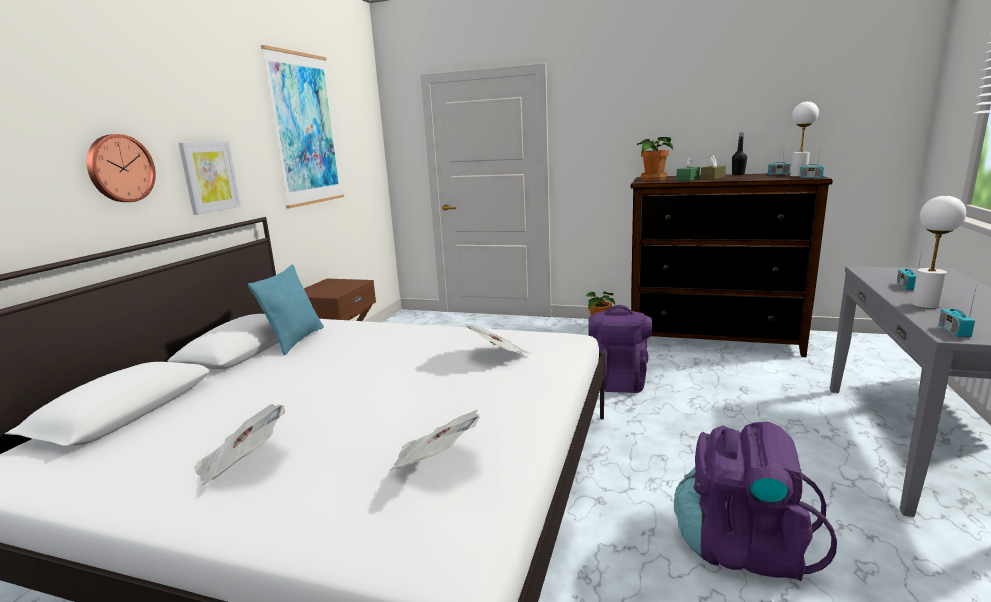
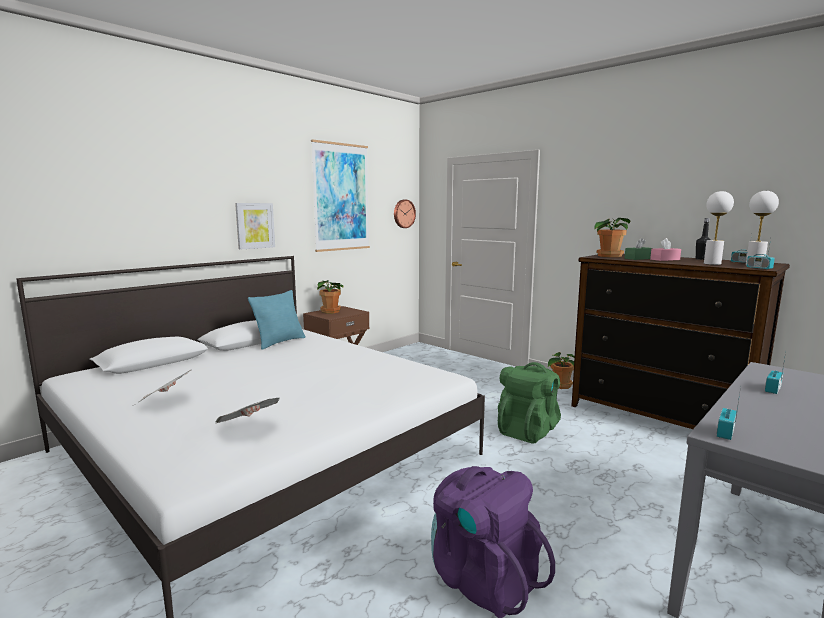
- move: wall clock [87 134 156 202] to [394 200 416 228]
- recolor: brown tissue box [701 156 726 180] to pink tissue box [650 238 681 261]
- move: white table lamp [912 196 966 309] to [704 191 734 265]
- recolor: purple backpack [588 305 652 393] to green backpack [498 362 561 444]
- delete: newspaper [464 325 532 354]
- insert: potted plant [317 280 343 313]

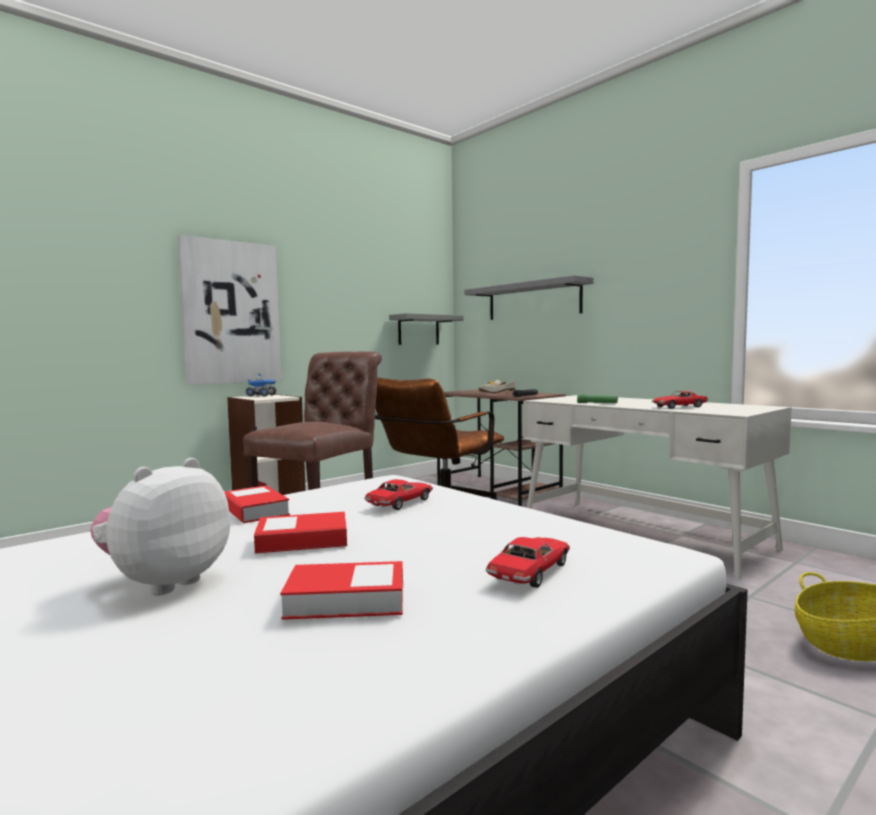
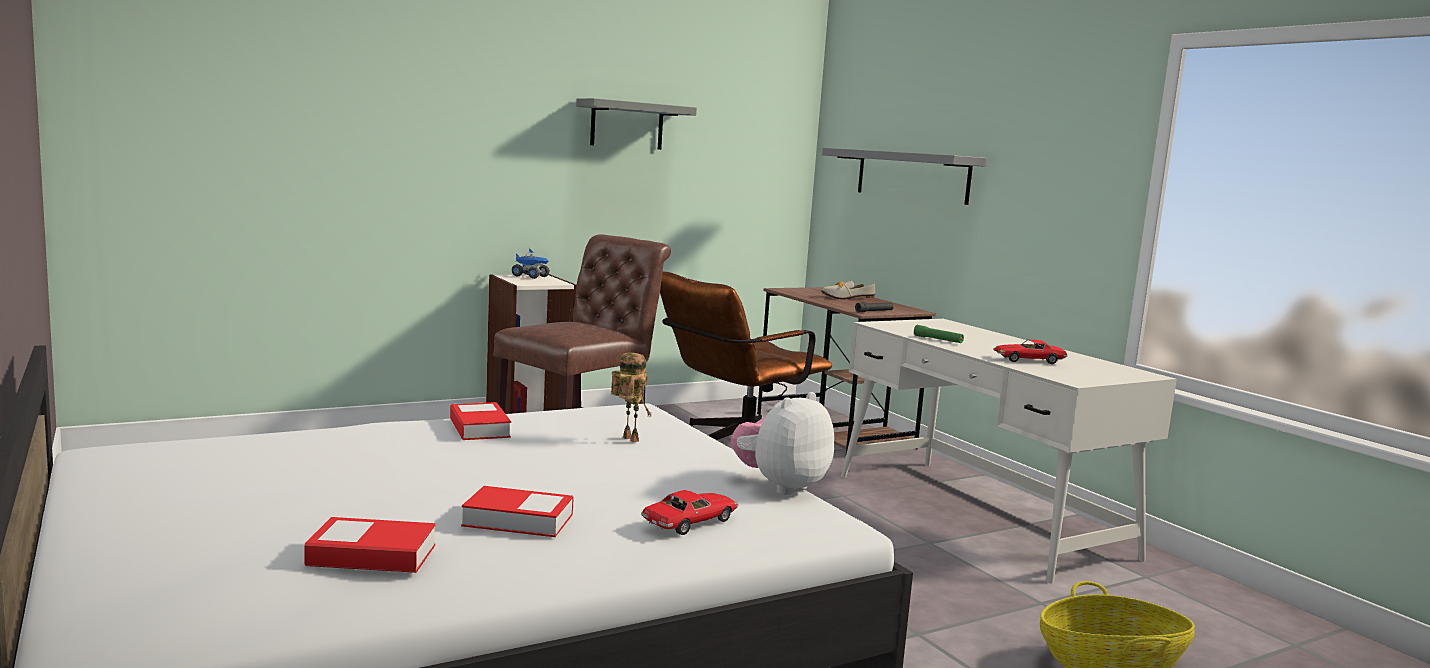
- delete: picture [178 235 281 385]
- move: grey shelf [389 313 464 345] to [576 98 697 150]
- move: plush toy [90 458 230 595] to [731 392 834 495]
- replace: toy car [365 479 433 510] to toy robot [611 353 652 442]
- move: book [254 512 347 553] to [304 517 436 573]

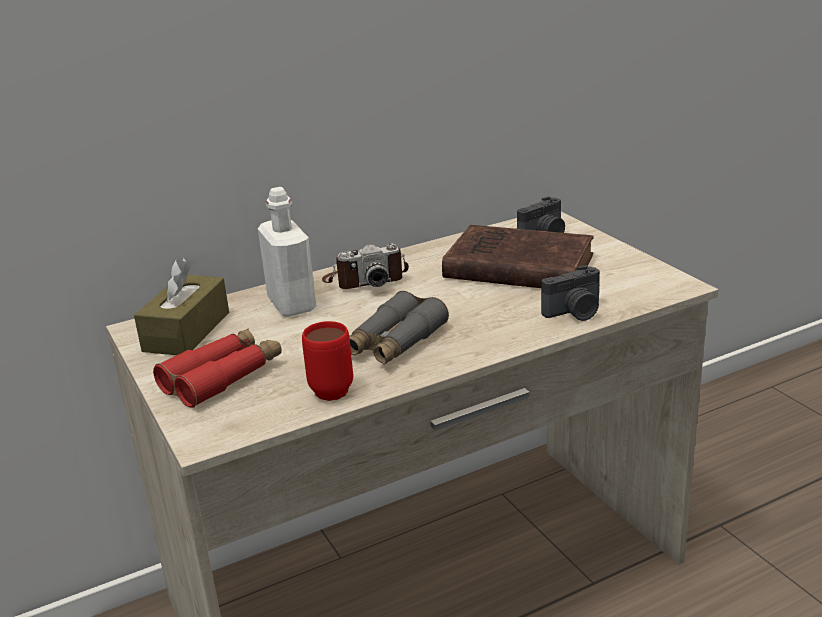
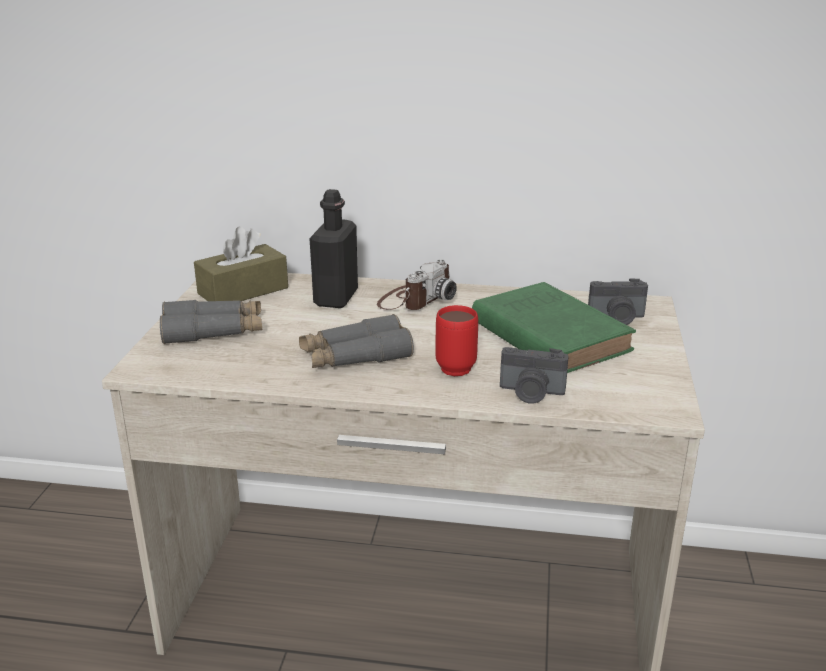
- recolor: white bottle [258 187 316 317] to black bottle [309 189 358 308]
- recolor: brown book [442 225 594 288] to green book [472 282 636 373]
- rotate: photo camera [322 244 409 289] = [377 259 457 310] 75 degrees counterclockwise
- move: red mug [302 321 353 401] to [435 305 478 376]
- recolor: red binoculars [153 328 282 408] to grey binoculars [160 300 262 344]

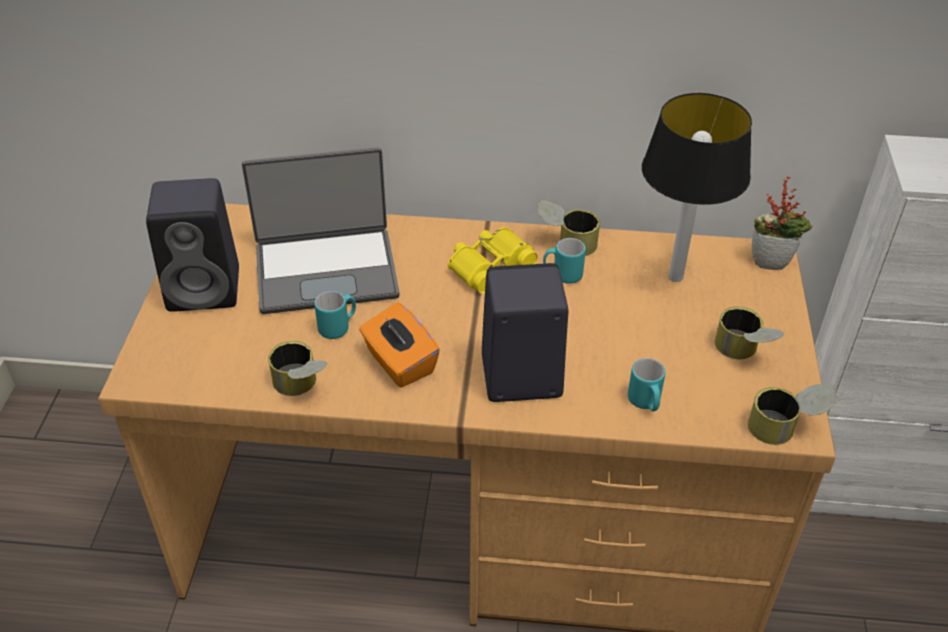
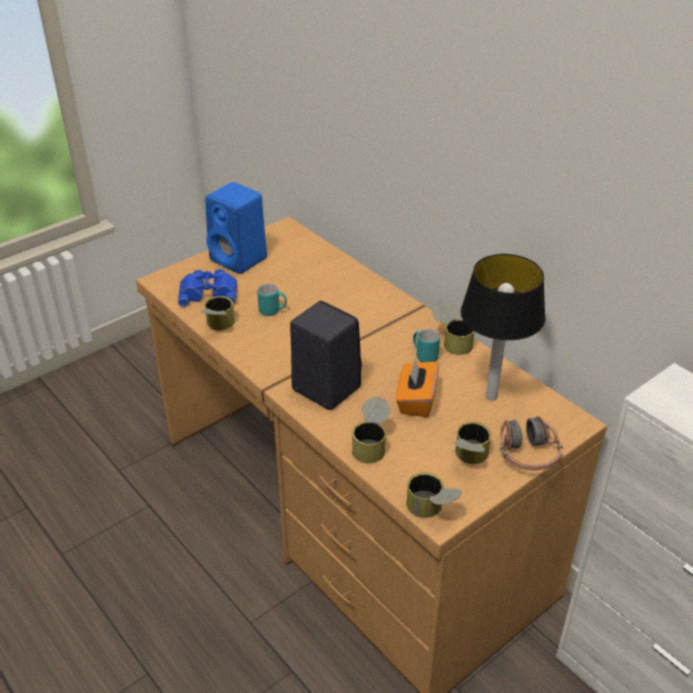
- delete: laptop [242 147 400 314]
- delete: potted plant [752 176 813 270]
- recolor: black speaker [146 178 239 312] to blue speaker [205 182 267 274]
- delete: yellow binoculars [448 227 538 293]
- move: orange tissue box [359 302 440 388] to [396 358 439 417]
- replace: turquoise mug [628 358 665 411] to can [352 397 390 464]
- insert: blue binoculars [178 269 237 307]
- insert: headphones [500 416 563 471]

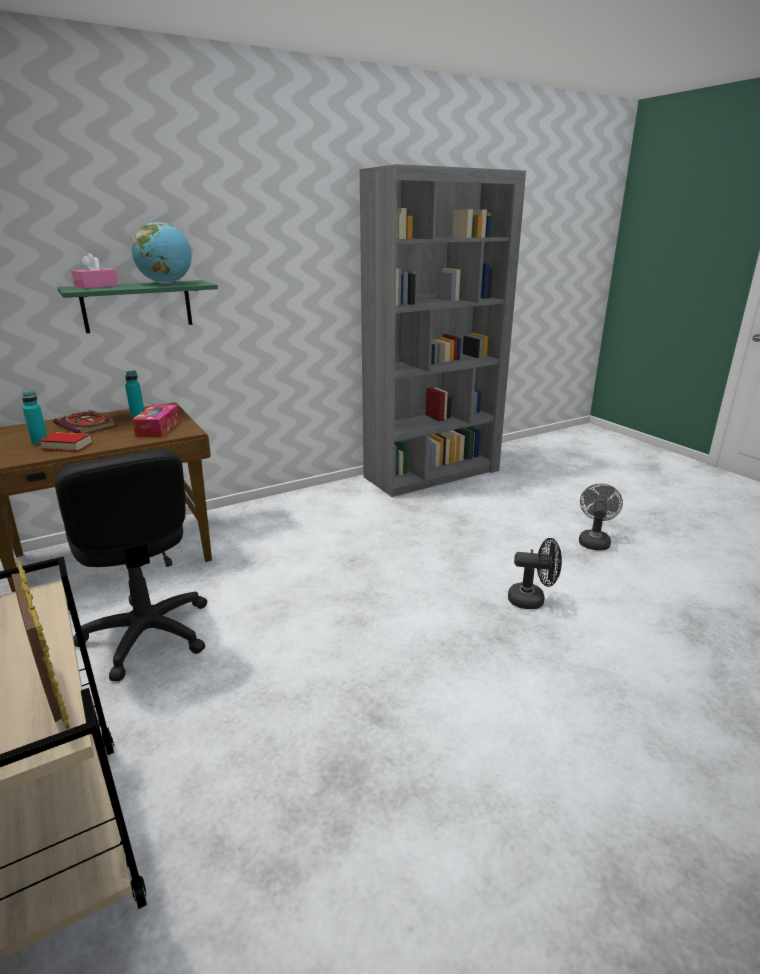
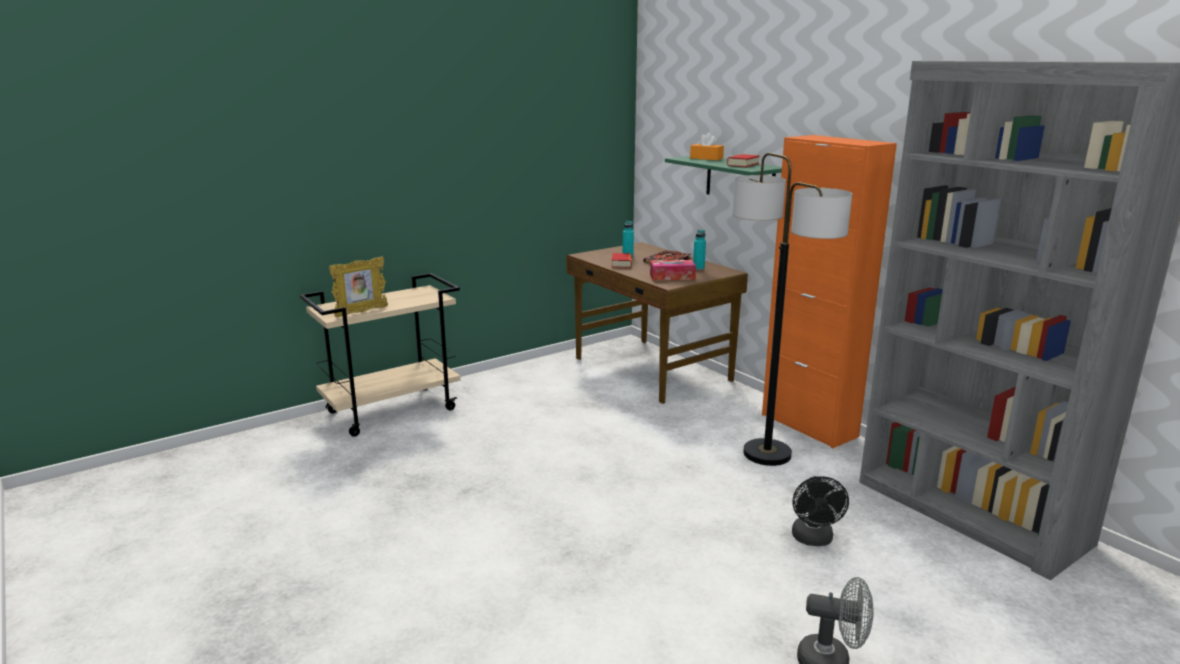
- replace: globe [131 222 192 284] to book [727 154 760 167]
- recolor: pink tissue box [71 253 118 289] to orange tissue box [690 133 724 160]
- delete: black office chair [55 448 207 681]
- move: black fan [508 538 562 609] to [792 476 849 546]
- insert: orange cabinet [762 135 897 449]
- insert: floor lamp [732 153 852 466]

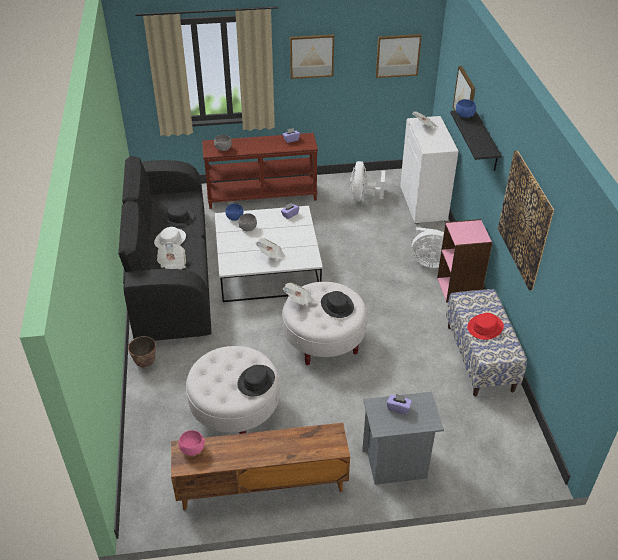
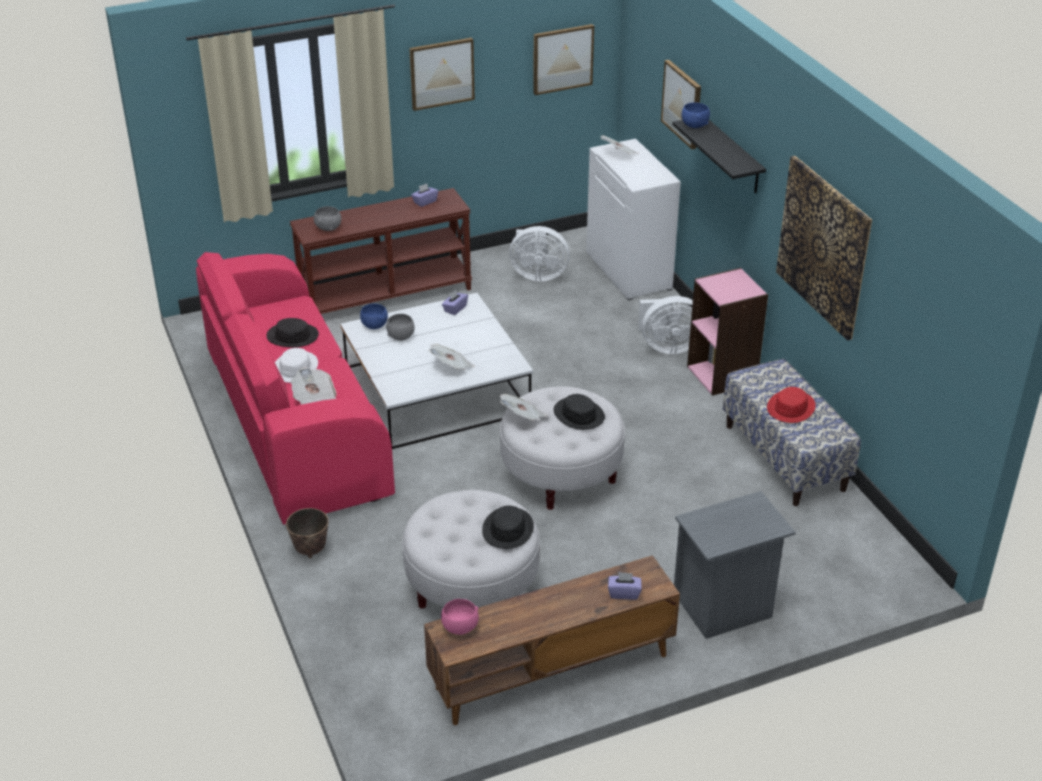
- recolor: black sofa [118 156 212 341] to pink sofa [196 252 395 525]
- rotate: white fan [350 161 385 201] = [509 226 570 281] 75 degrees counterclockwise
- move: purple tissue box [387 394 412 415] to [608 572 642 600]

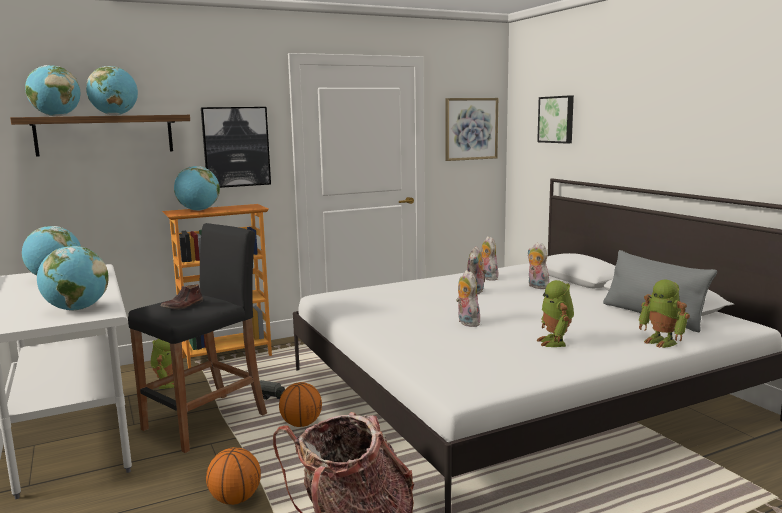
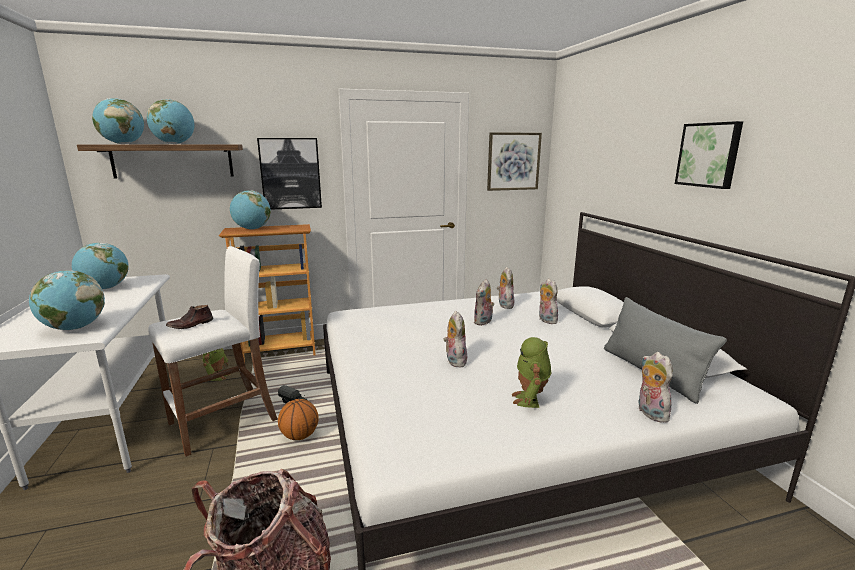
- move: picture [537 95 574 143] to [675 121 743 189]
- recolor: black stool [128 223 267 453] to white stool [148 246 278 457]
- replace: toy robot [638 280 690 348] to plush toy [638 352 673 423]
- delete: basketball [206 447 261 505]

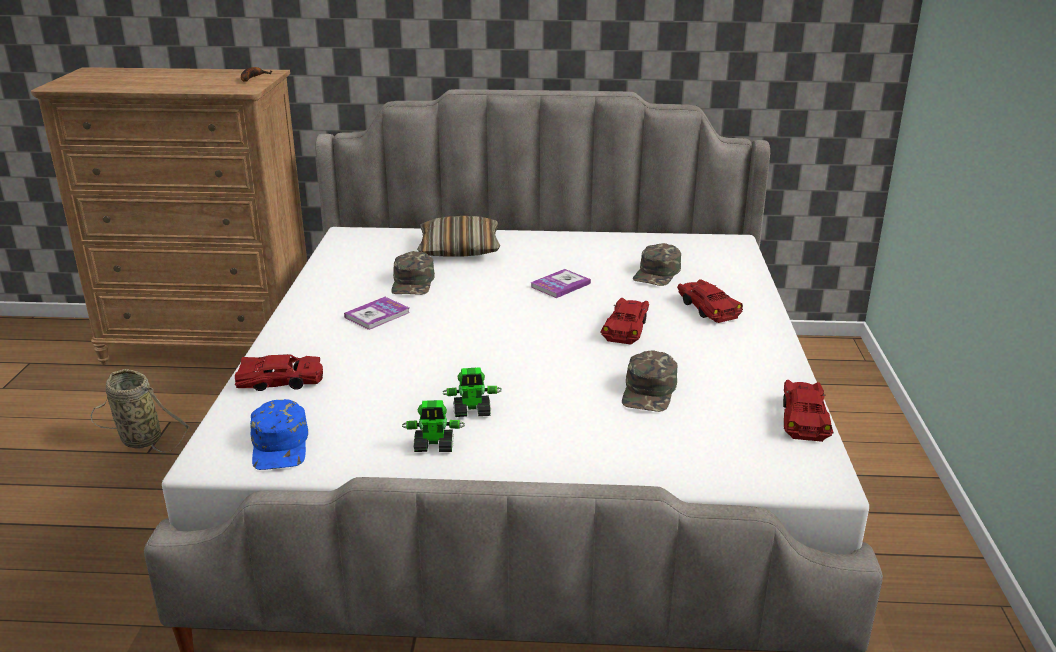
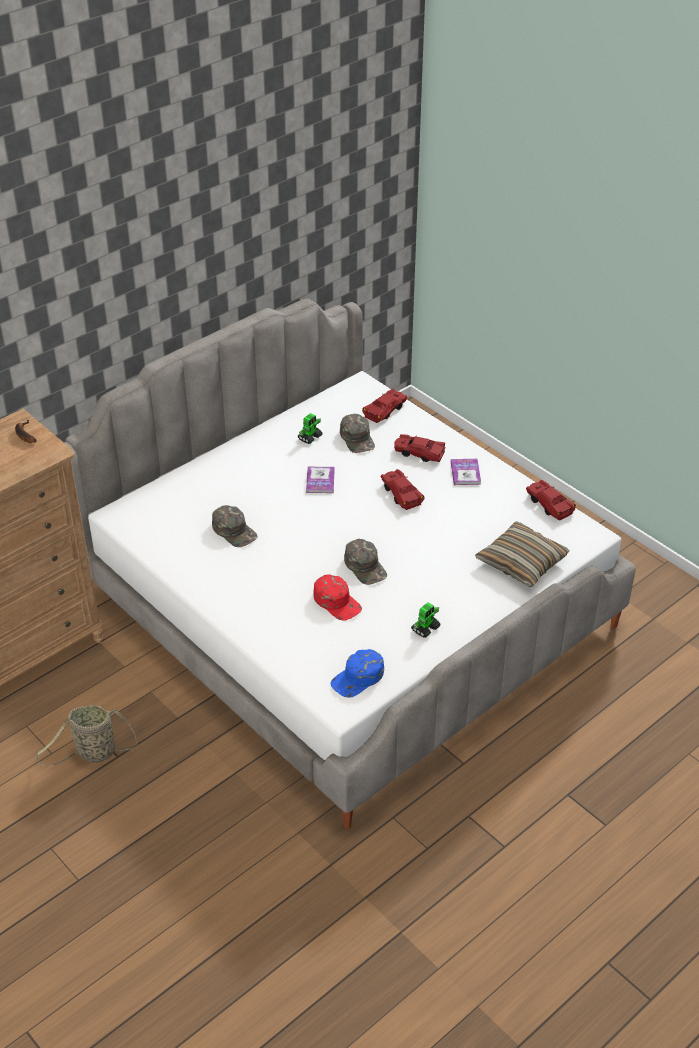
- move: pillow [417 216 500 257] to [475 521 570 587]
- move: book [344 297 410 330] to [451 459 481 485]
- move: green cap [622 350 677 412] to [344 539 387 585]
- move: red toy car [235 354 323 391] to [362 389 407 423]
- move: toy robot [442 367 502 417] to [298 413 323 444]
- rotate: blue cap [250 399 308 470] = [330 649 384 698] 105 degrees clockwise
- insert: red cap [313 574 362 620]

